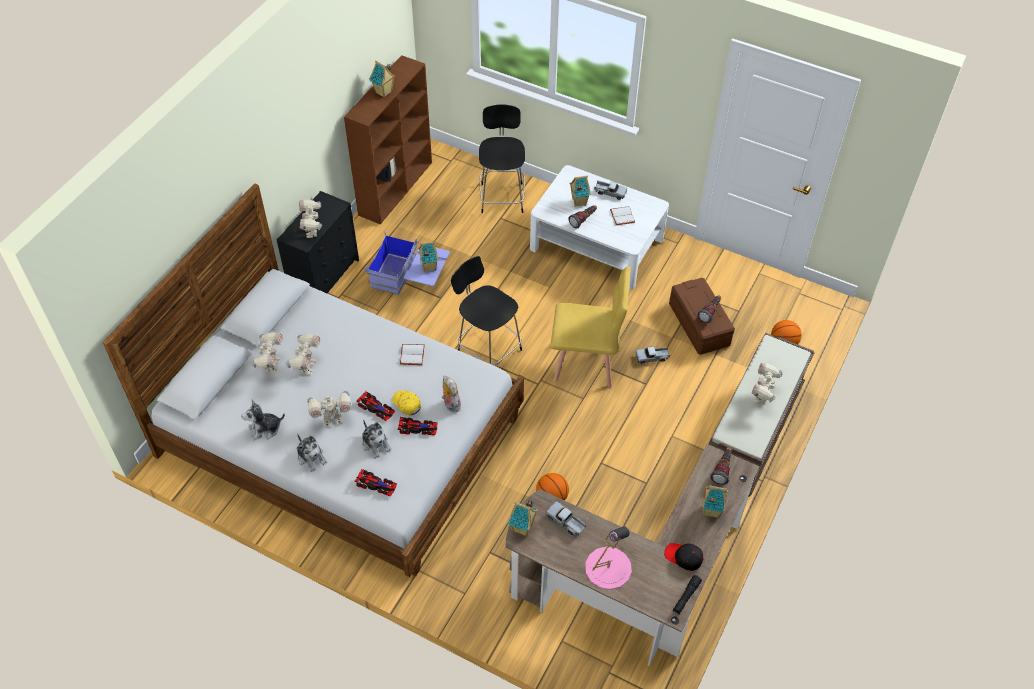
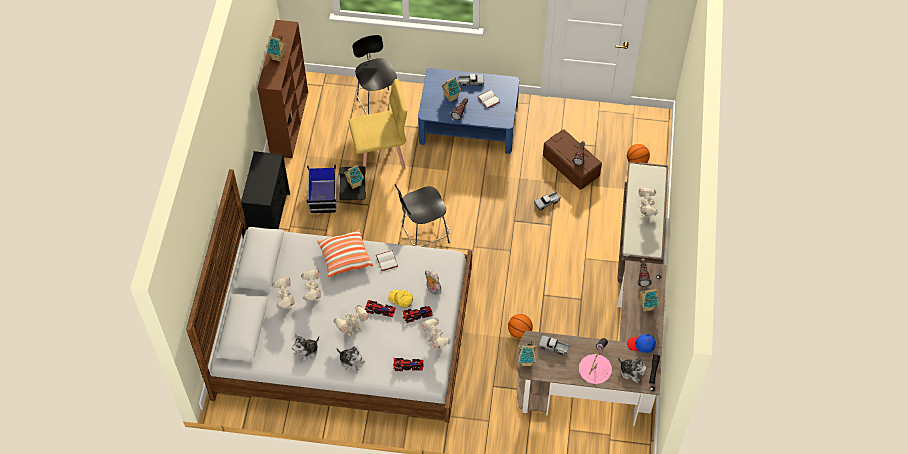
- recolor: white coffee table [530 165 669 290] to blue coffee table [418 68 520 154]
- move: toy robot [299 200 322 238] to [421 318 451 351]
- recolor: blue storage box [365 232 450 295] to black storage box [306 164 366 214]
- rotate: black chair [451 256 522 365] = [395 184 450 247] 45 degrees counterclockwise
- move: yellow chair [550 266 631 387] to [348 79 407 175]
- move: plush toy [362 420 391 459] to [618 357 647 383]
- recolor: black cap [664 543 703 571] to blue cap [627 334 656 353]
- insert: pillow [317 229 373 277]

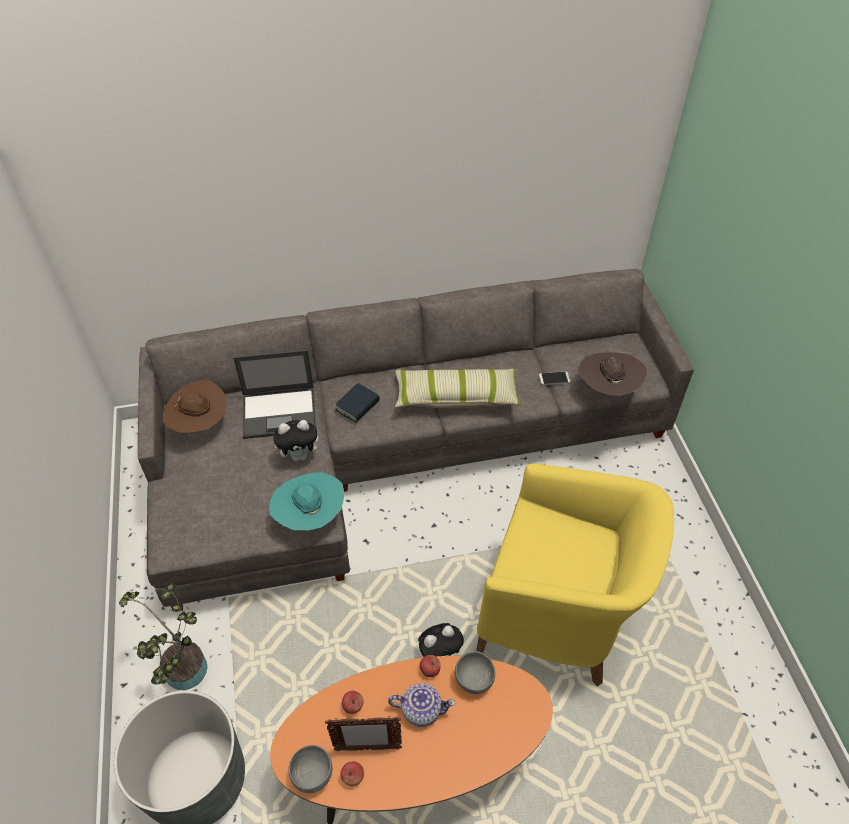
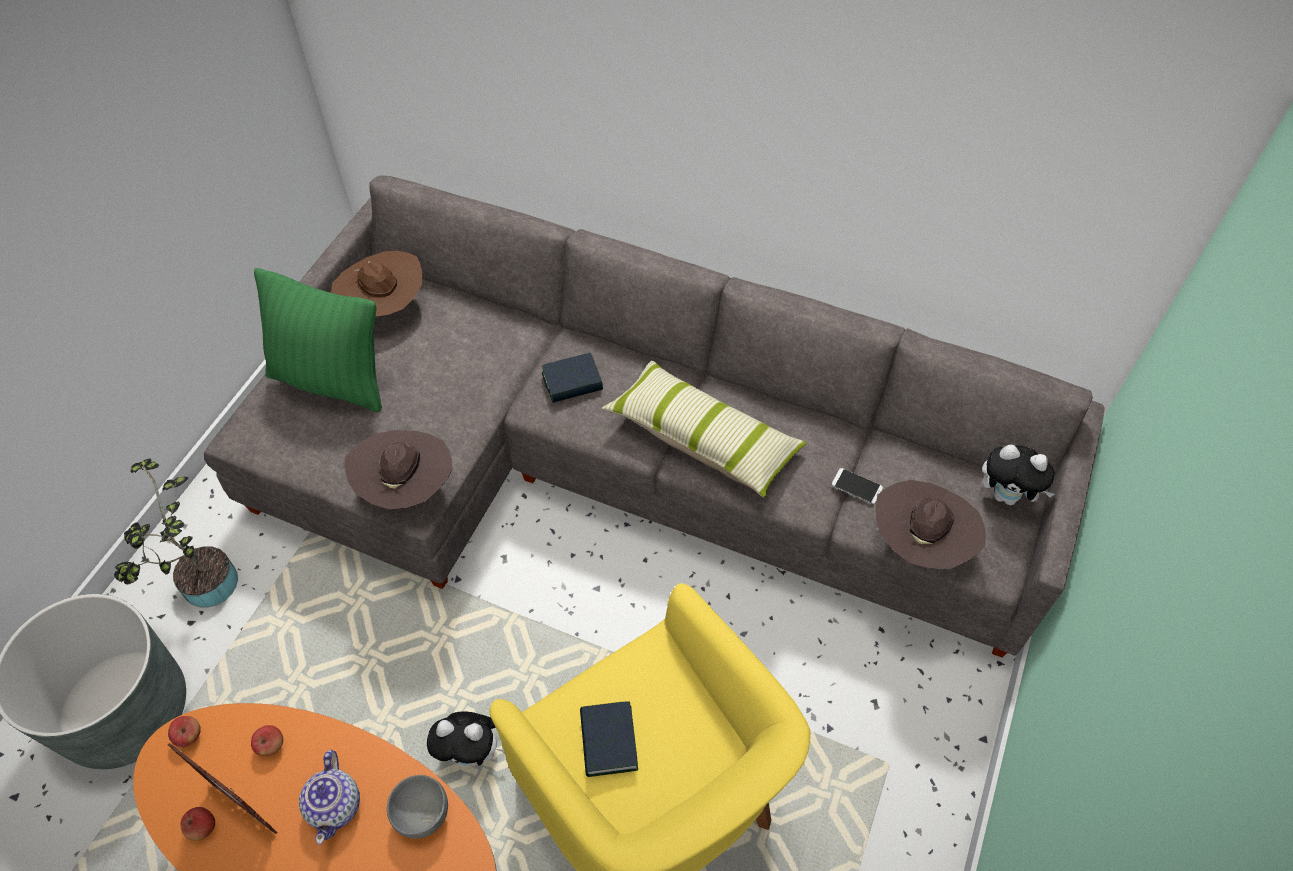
- delete: laptop [233 350 317 439]
- move: plush toy [273 420 324 461] to [982 445 1055 506]
- recolor: turquoise hat [269 472 344 530] to brown hat [345 430 452 509]
- move: apple [420 655 441 677] to [168 716 201 747]
- rotate: teapot [388 683 456 727] = [299 750 360 845] 45 degrees clockwise
- delete: grey bowl [288 745 332 793]
- insert: green pillow [254 268 382 413]
- insert: book [580 701 638 777]

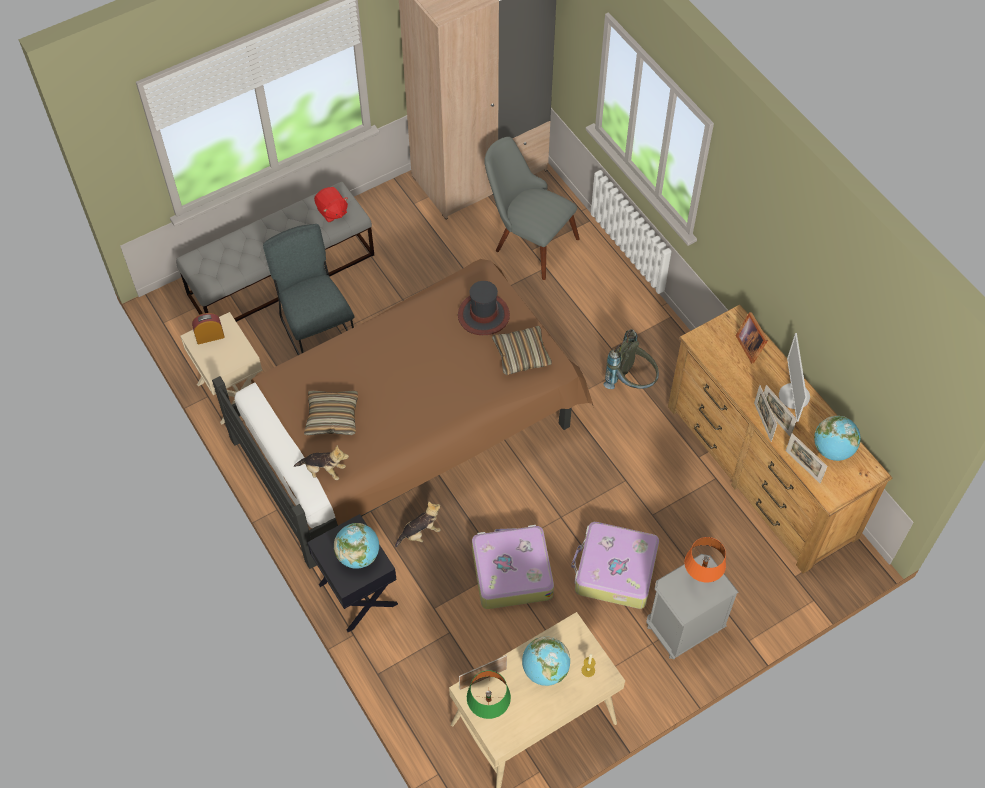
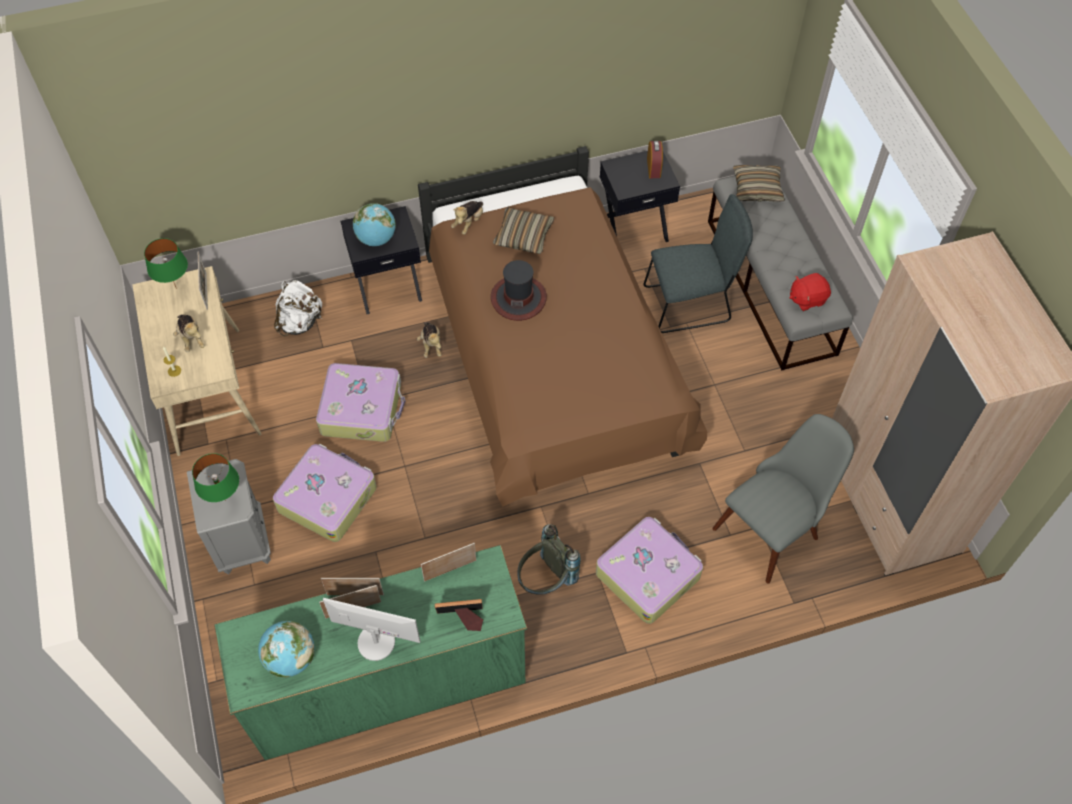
- move: hat [458 281 510 335] to [491 260 547 321]
- recolor: brown dresser [668 304 893 574] to green dresser [214 545 527 760]
- recolor: beige nightstand [180 312 263 425] to black nightstand [600 151 680 242]
- move: pillow [492 326 552 375] to [733 165 785 202]
- move: picture frame [786 433 828 483] to [421 543 476 582]
- recolor: orange table lamp [685 537 726 583] to green table lamp [192 453 239 502]
- replace: globe [522 636 570 686] to plush toy [173 315 205 352]
- insert: white backpack [274 280 322 336]
- insert: suitcase [596 517 703 624]

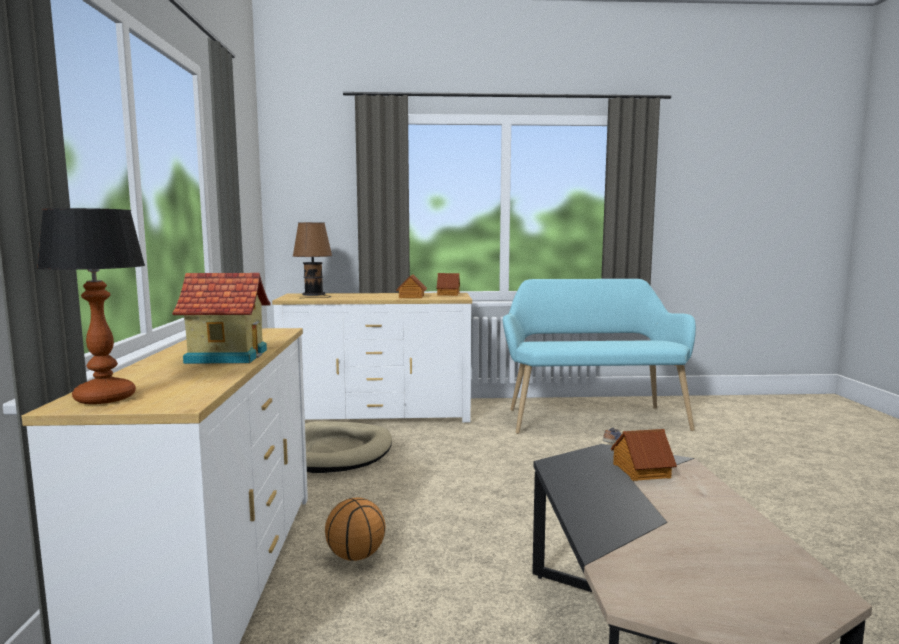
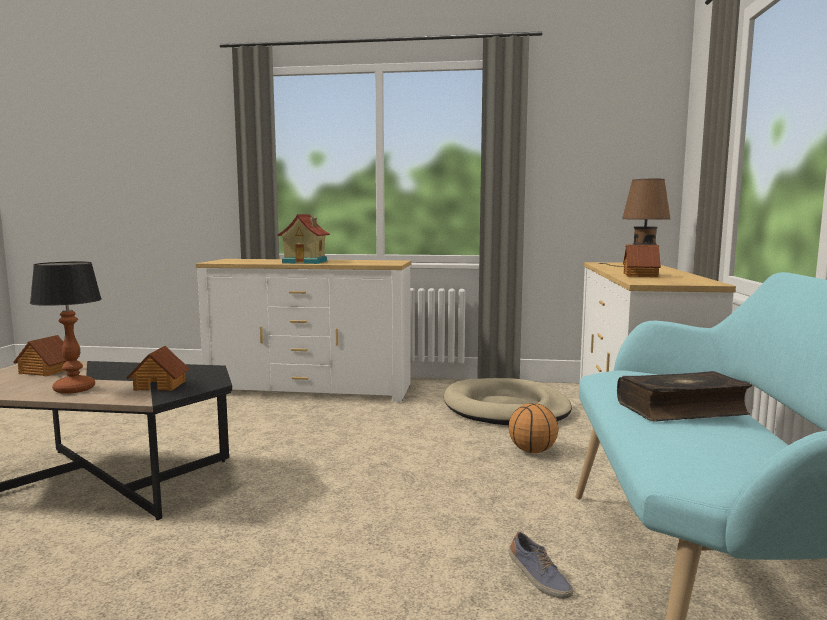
- move: table lamp [37 208 145 404] to [30 262 102 394]
- move: toy house [437 273 460 296] to [13 335 67 376]
- move: basketball [325 498 386 561] to [509 403 558 453]
- insert: book [617 371 752 421]

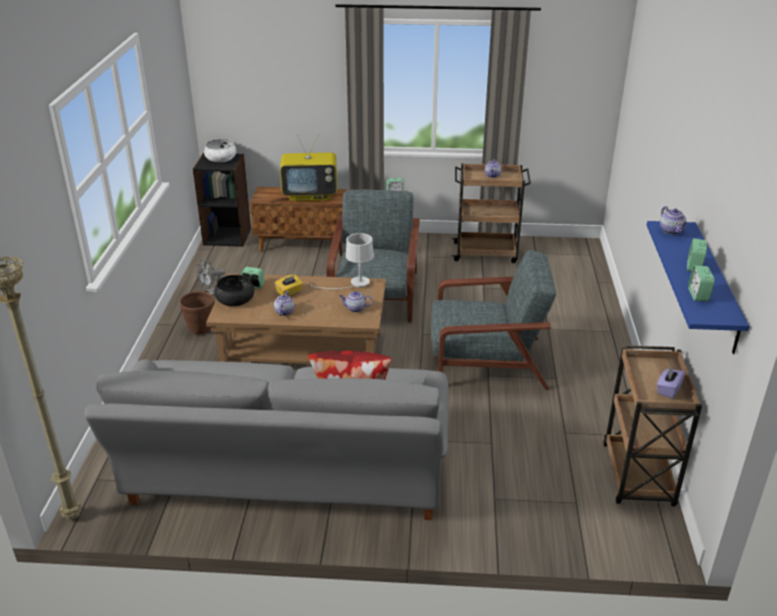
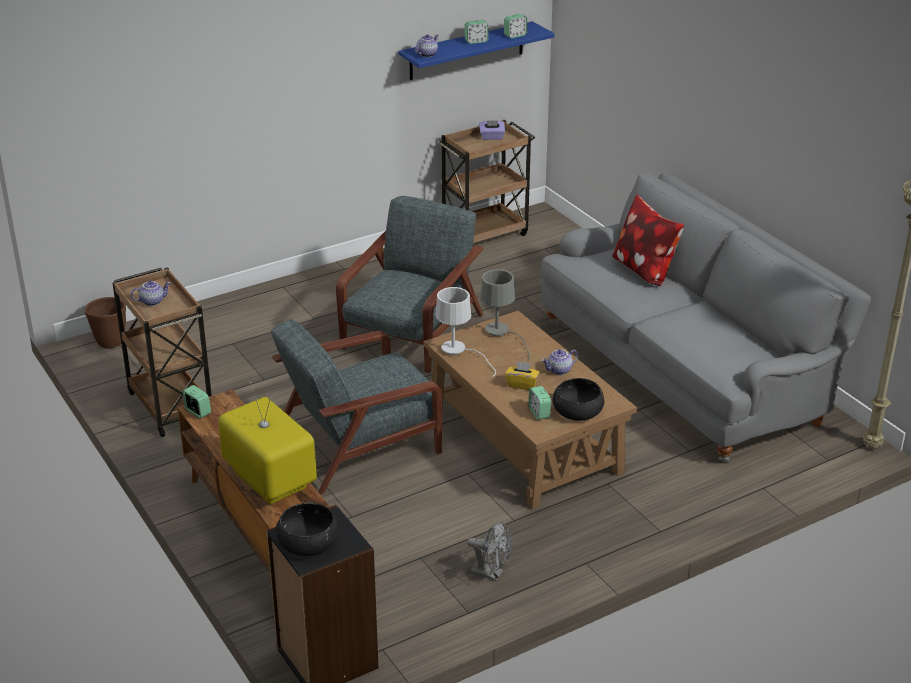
- recolor: white bowl [204 139 236 162] to black bowl [276 503 339 556]
- rotate: grey armchair [431 250 556 390] = [336 196 483 373] 60 degrees clockwise
- move: brown planter [180 291 214 334] to [84 297 126 349]
- replace: teapot [339 291 373 312] to grey table lamp [480 269 531 361]

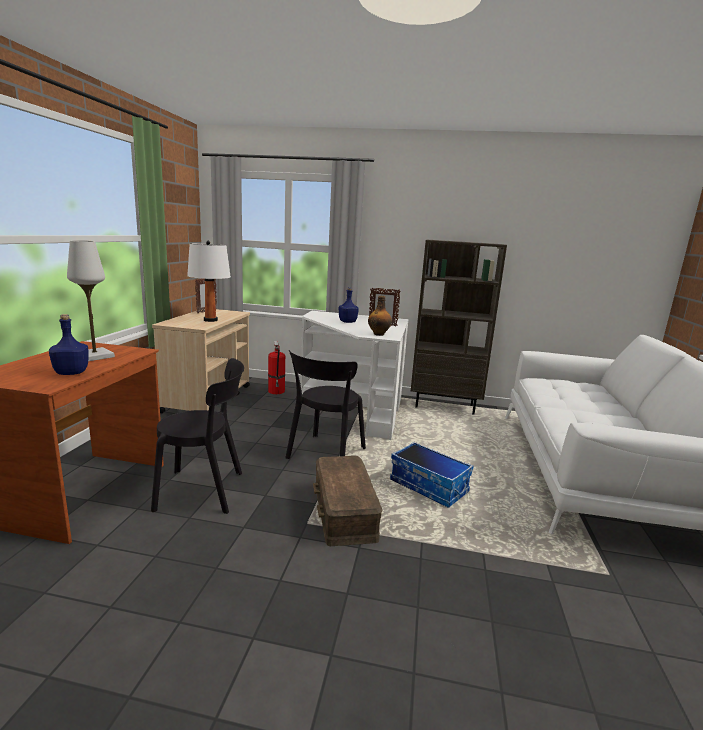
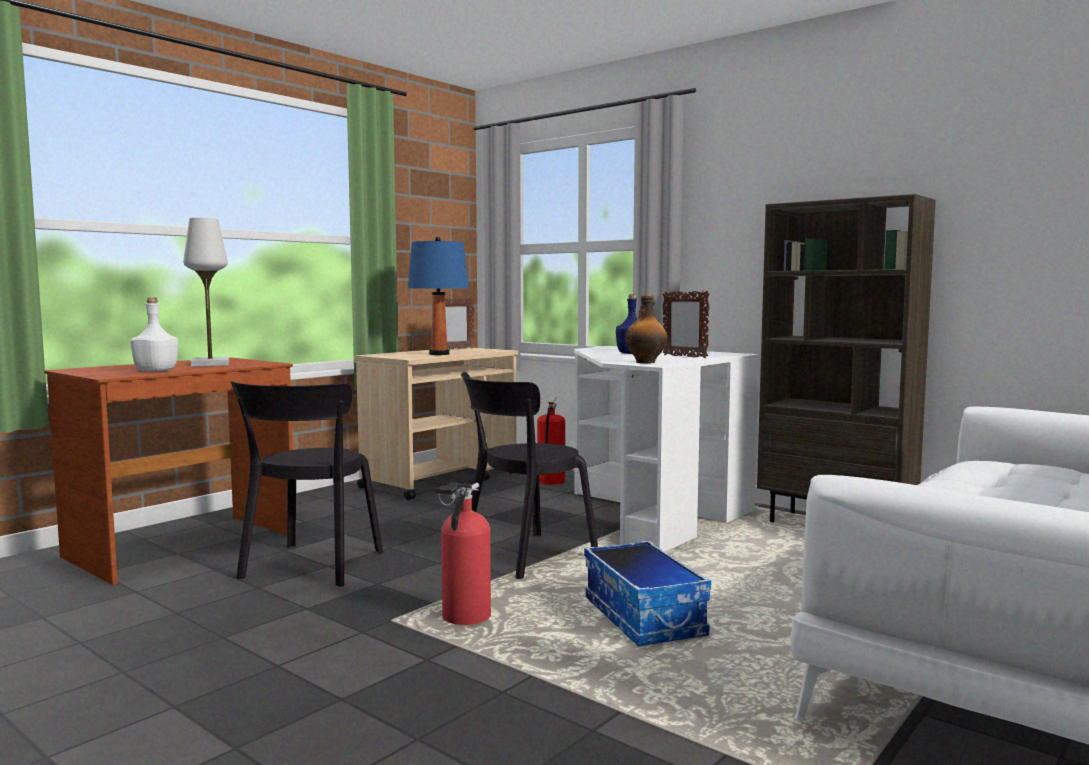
- recolor: white table lamp [187 241 231 322] to blue table lamp [407 237 469 355]
- recolor: blue bottle [49 314 88 375] to white bottle [130 297 178 371]
- rotate: black chair [151 358 244 514] = [230 381 383 587] 75 degrees clockwise
- replace: brown storage box [313 456 382 546] to fire extinguisher [435 482 491 625]

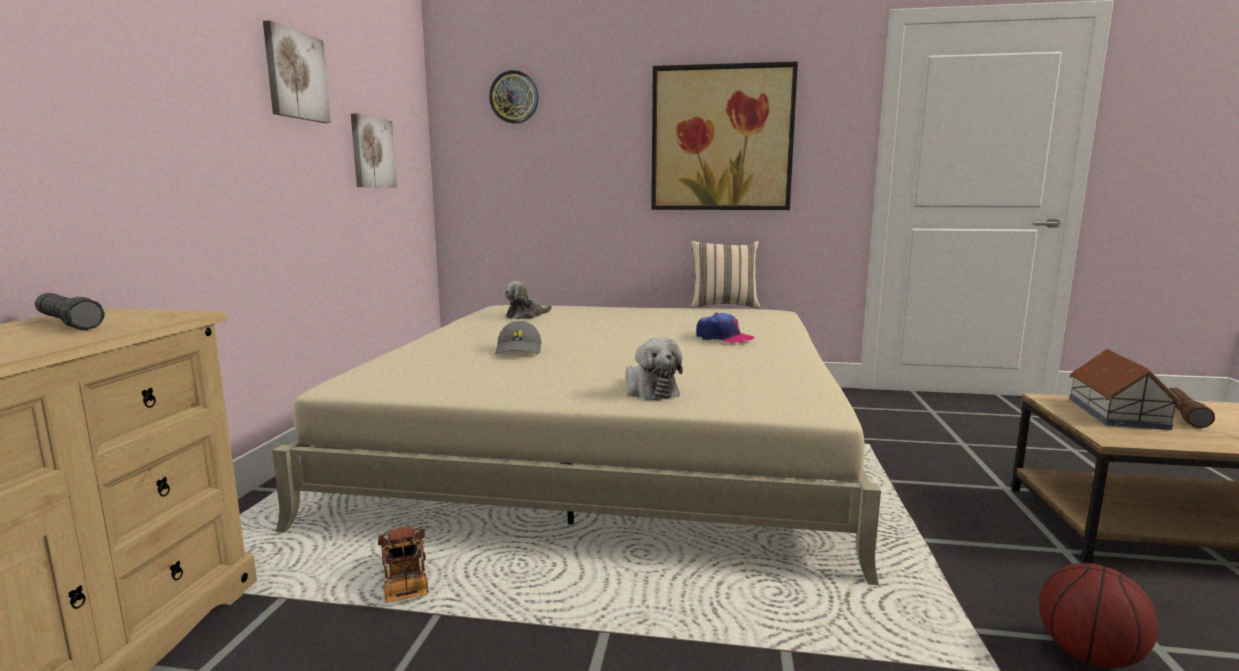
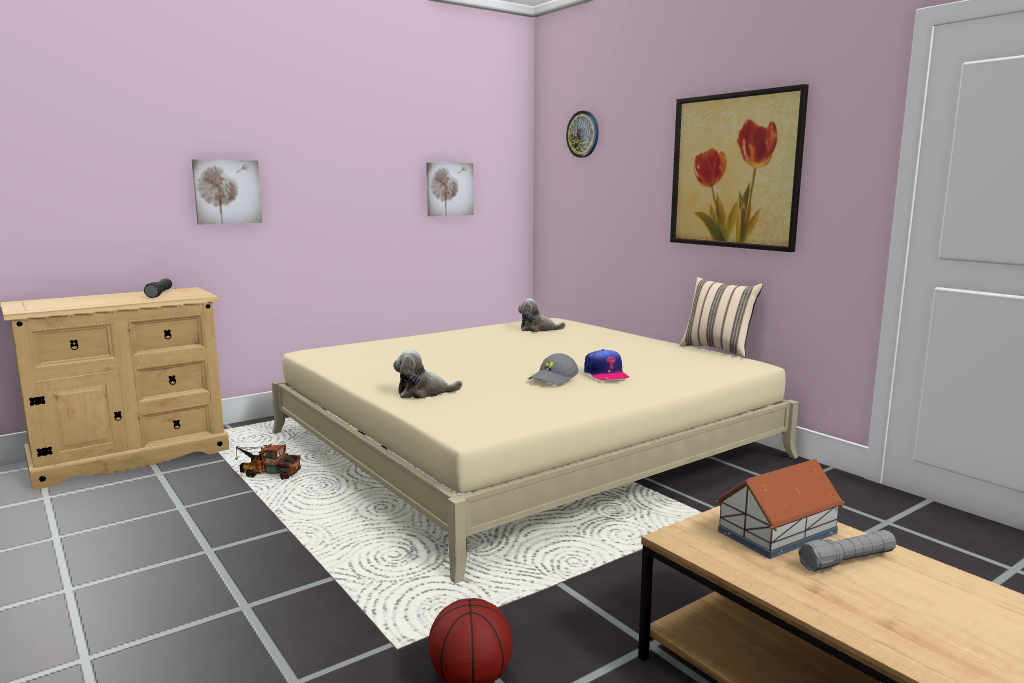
- move: picture [263 20 331 123] to [192 159 262 224]
- move: grey cap [495 321 541 355] to [529 353 578 386]
- rotate: plush toy [625 337 683 401] = [393 350 463 399] 60 degrees clockwise
- recolor: brown flashlight [1169 388 1215 428] to grey flashlight [798 530 896 572]
- rotate: toy truck [378 527 429 603] = [235 444 301 480] 75 degrees clockwise

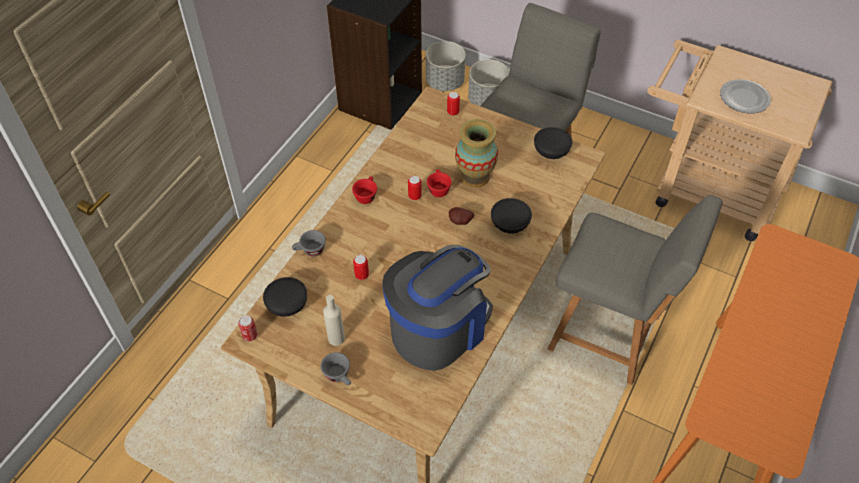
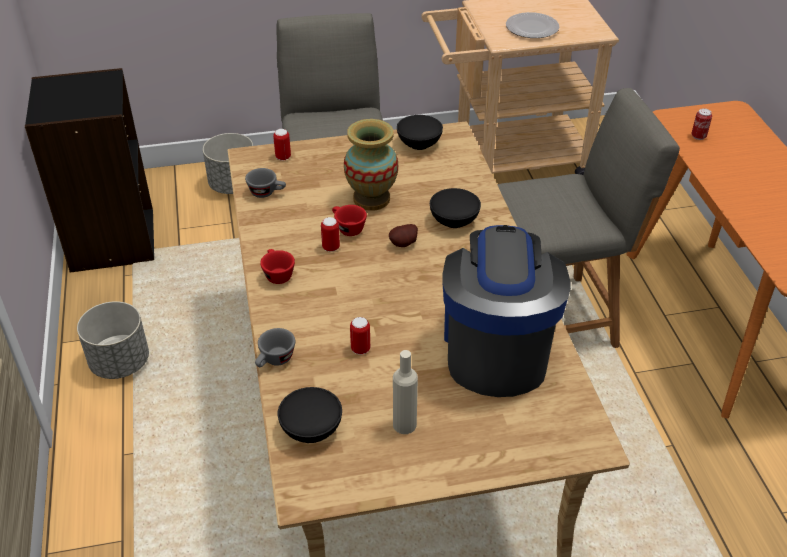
- move: grey planter [426 41 466 91] to [77 301 149 379]
- move: can [238 315 258 341] to [691 108 712 140]
- move: grey cup [321 352 351 385] to [245 168 286 198]

